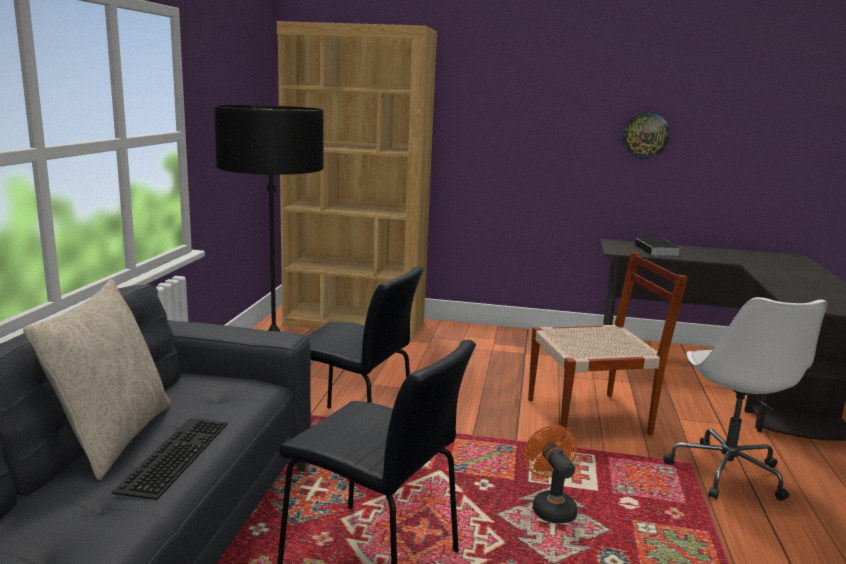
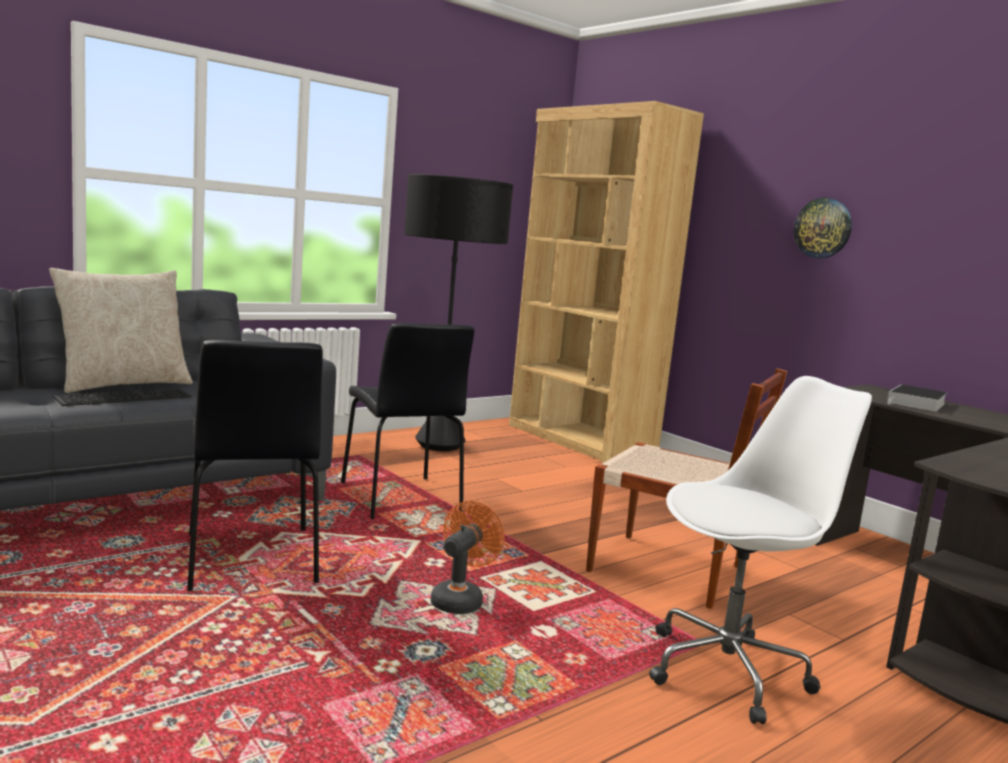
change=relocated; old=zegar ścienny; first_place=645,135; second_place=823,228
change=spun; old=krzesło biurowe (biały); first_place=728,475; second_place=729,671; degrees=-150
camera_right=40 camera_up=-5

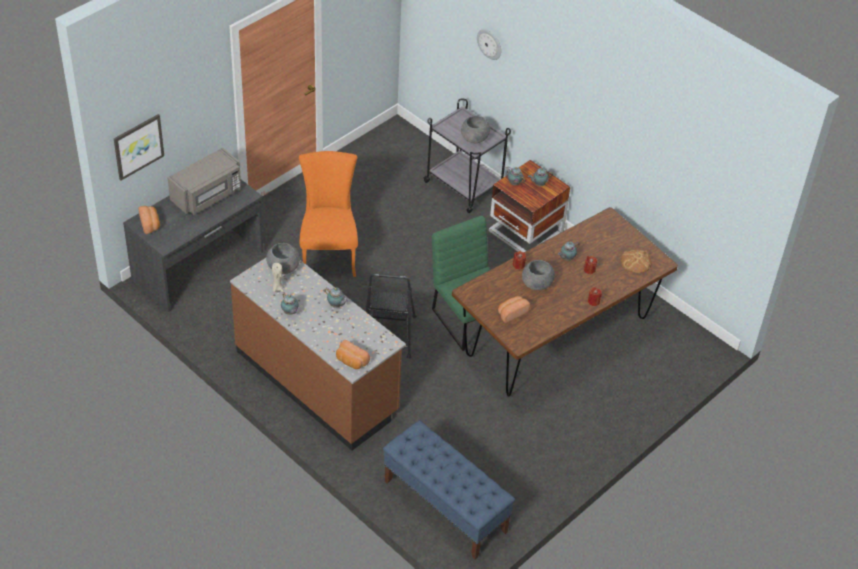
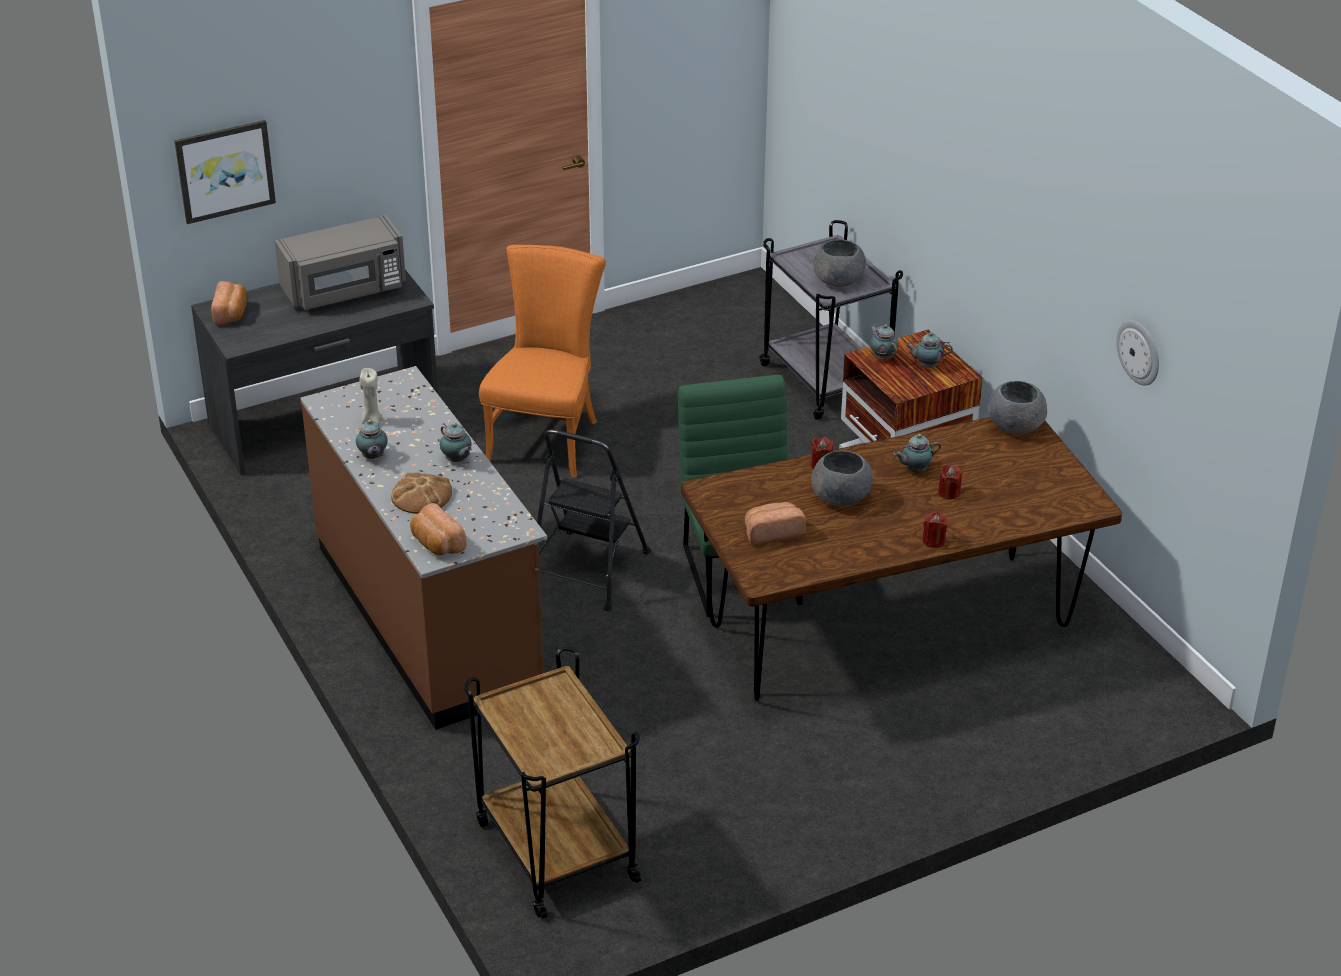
change=relocated; old=miska (szary); first_place=283,267; second_place=1016,426
change=exchanged; old=ławka (niebieski); new=wózek (brązowy); first_place=444,506; second_place=556,849
change=relocated; old=zegar ścienny; first_place=489,44; second_place=1139,352
change=relocated; old=chleb; first_place=636,262; second_place=422,496
camera_right=20 camera_up=-10

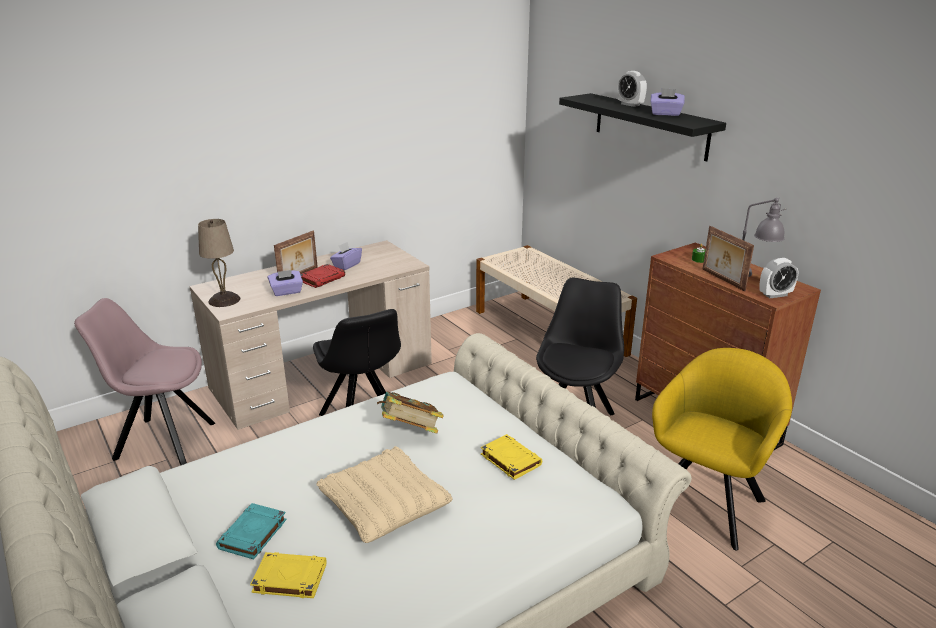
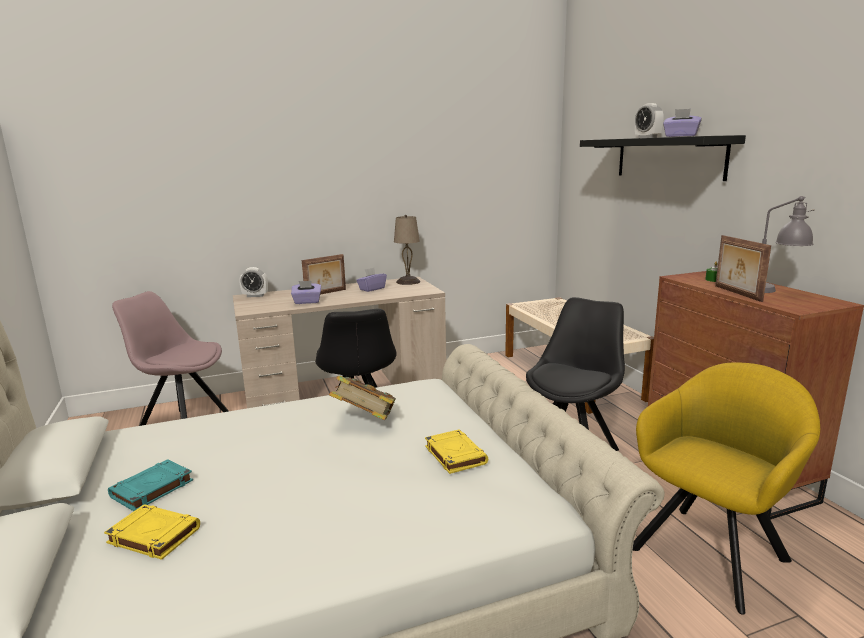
change=relocated; old=lampa stołowa (beżowy); first_place=225,300; second_place=408,281
change=missing; old=książka (czerwony); first_place=322,279
change=missing; old=poduszka (beżowy); first_place=384,503
change=relocated; old=budzik; first_place=775,295; second_place=255,296
camera_right=15 camera_up=-10

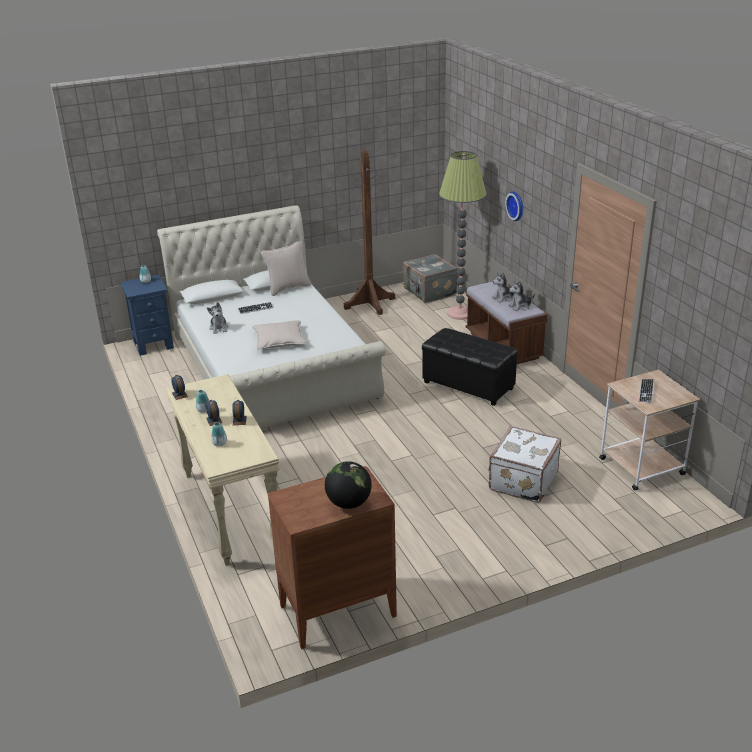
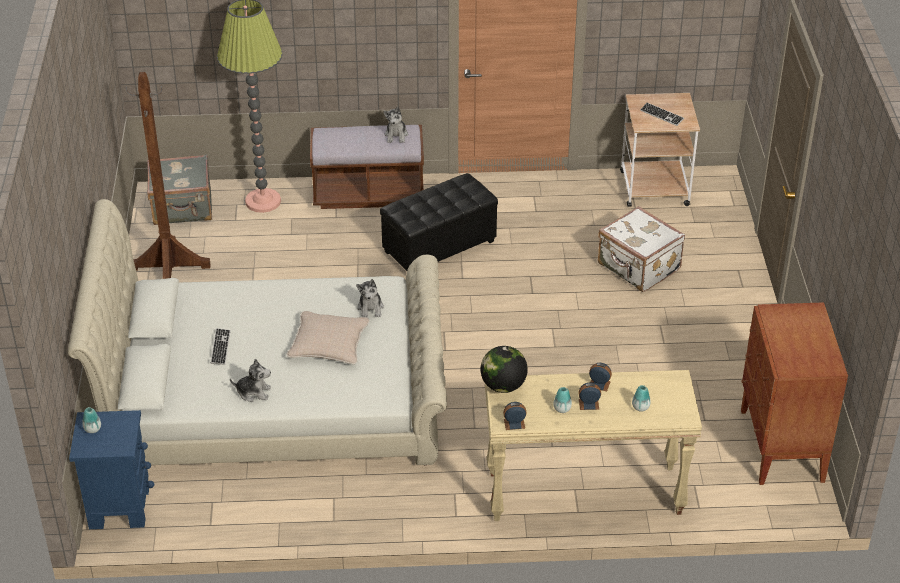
change=missing; old=poduszka (beżowy); first_place=288,288
change=relocated; old=globus; first_place=349,503; second_place=503,386
change=relocated; old=pluszak; first_place=503,298; second_place=370,308
change=missing; old=zegar ścienny; first_place=516,205
camera_right=-70 camera_up=10

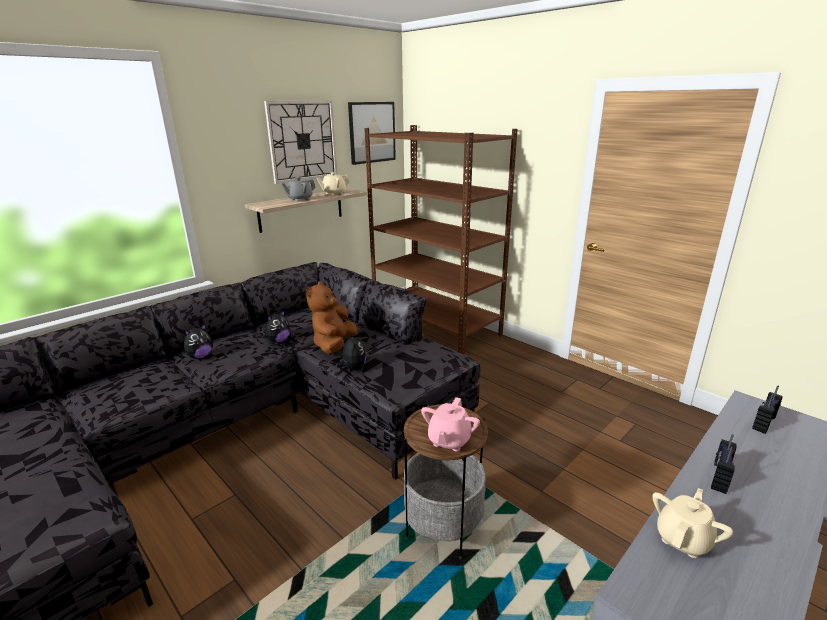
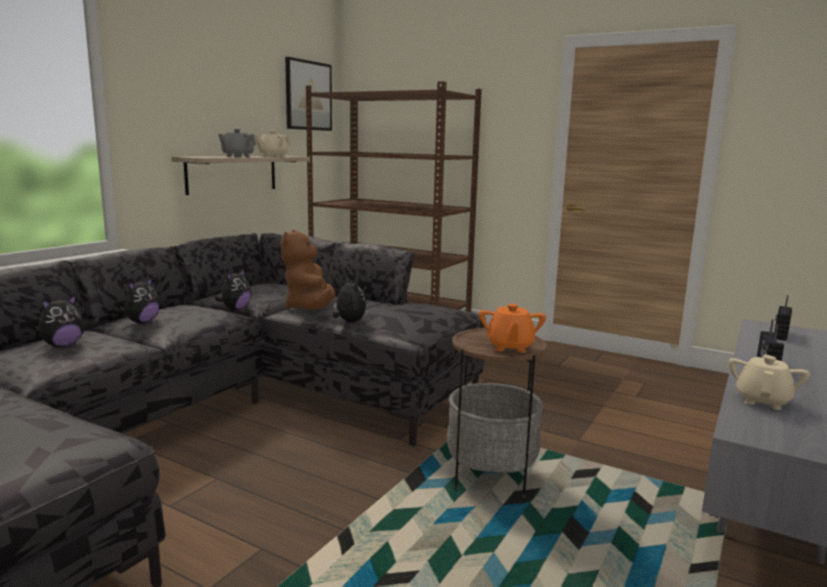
change=missing; old=zegar ścienny; first_place=302,141
change=colour; old=imbryk (różowy); new=imbryk (pomarańczowy); first_place=449,440; second_place=509,347
change=appeared; new=pluszak; second_place=63,345
camera_right=-15 camera_up=-10

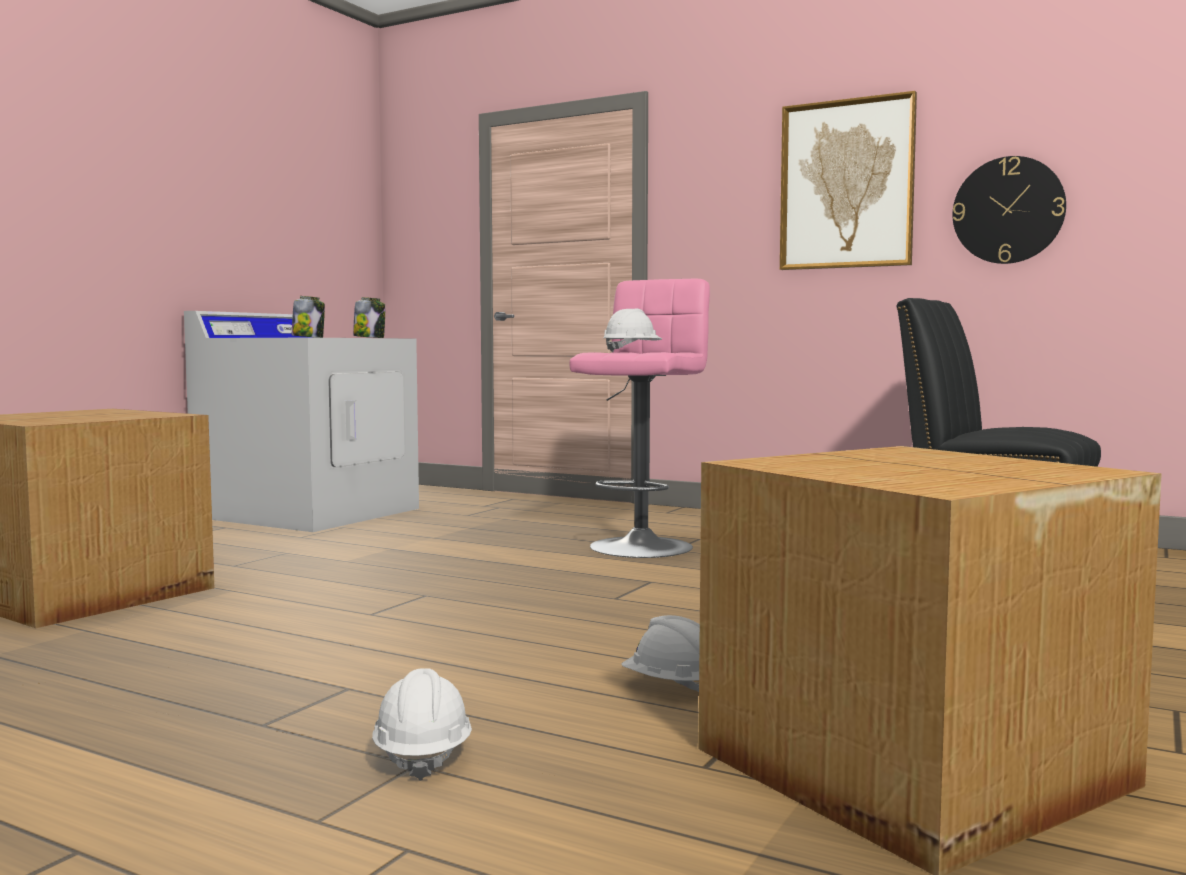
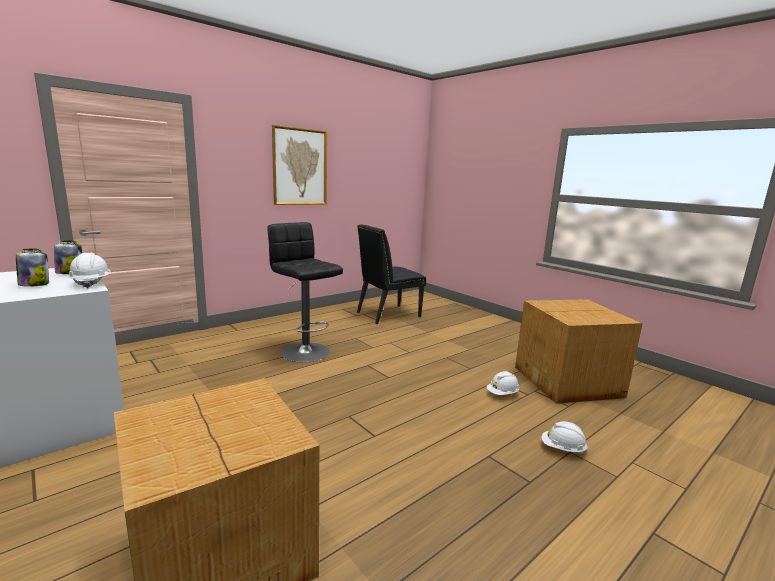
change=colour; old=stołek (różowy); new=stołek (czarny); first_place=642,547; second_place=305,352
change=relocated; old=kask (biały); first_place=631,352; second_place=91,283
change=missing; old=zegar ścienny; first_place=1008,210
camera_right=-70 camera_up=10

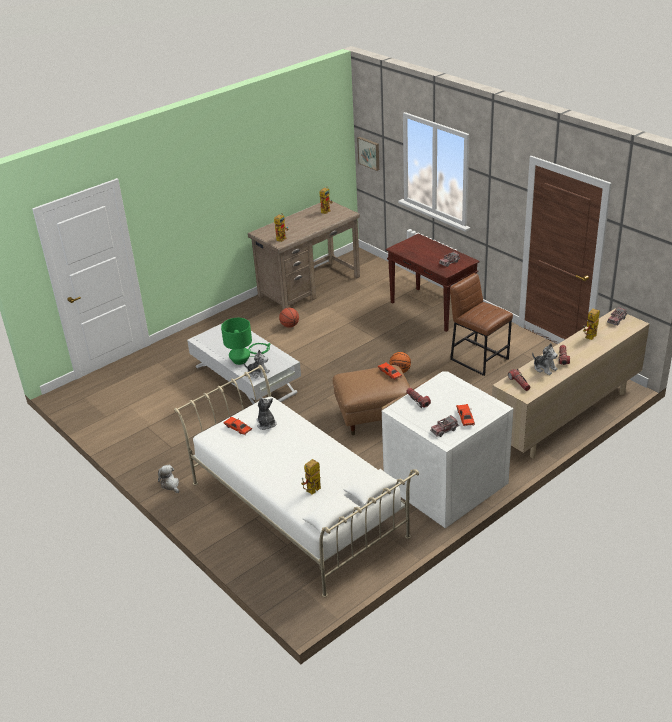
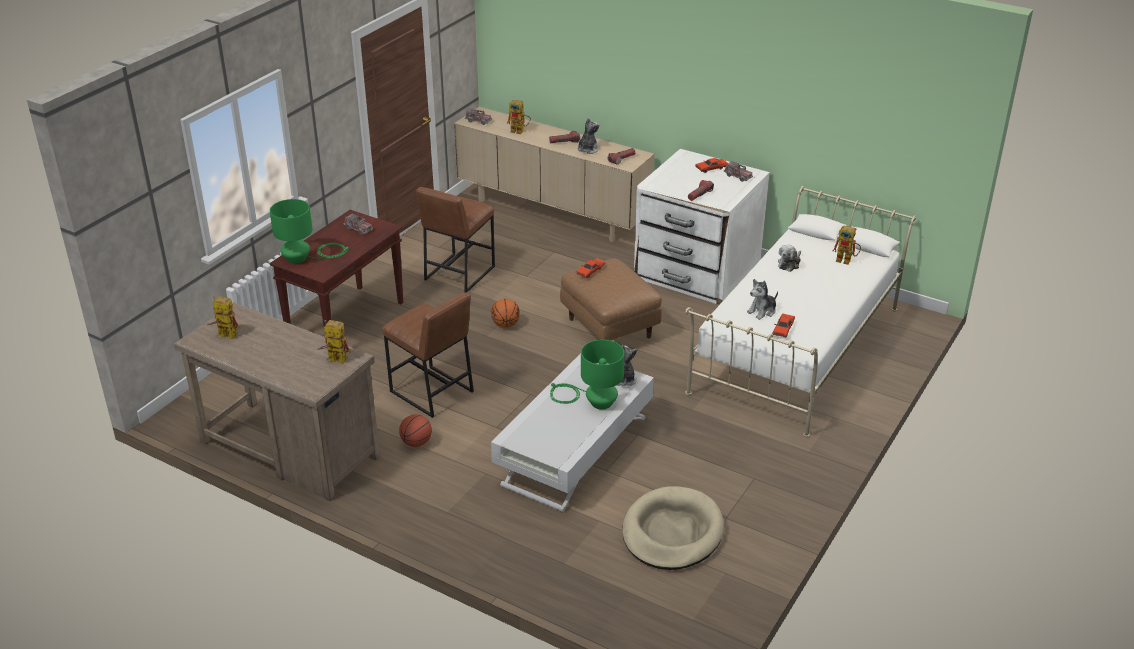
change=relocated; old=pluszak; first_place=170,485; second_place=789,264
change=missing; old=obraz; first_place=369,153
change=appeared; new=lampa stołowa (zielony); second_place=310,255
change=appeared; new=krzesło (brązowy); second_place=432,392
change=appeared; new=legowisko (beżowy); second_place=672,532
camera_right=-110 camera_up=0

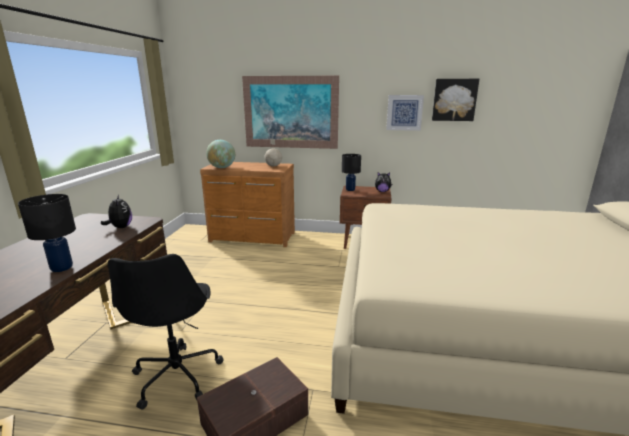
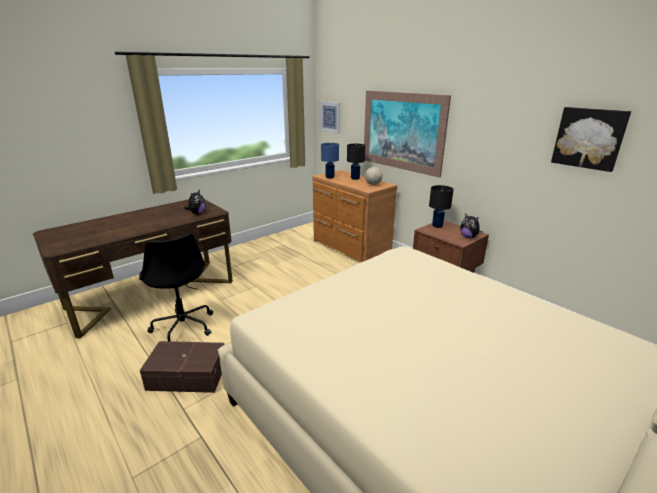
change=relocated; old=lampa stołowa (czarny); first_place=61,269; second_place=354,178
change=spun; old=krzesło biurowe (czarny); first_place=177,378; second_place=184,328; degrees=-60
change=exchanged; old=globus; new=lampa stołowa (niebieski); first_place=222,167; second_place=329,177
change=relocated; old=obraz; first_place=404,112; second_place=330,116
camera_right=40 camera_up=5

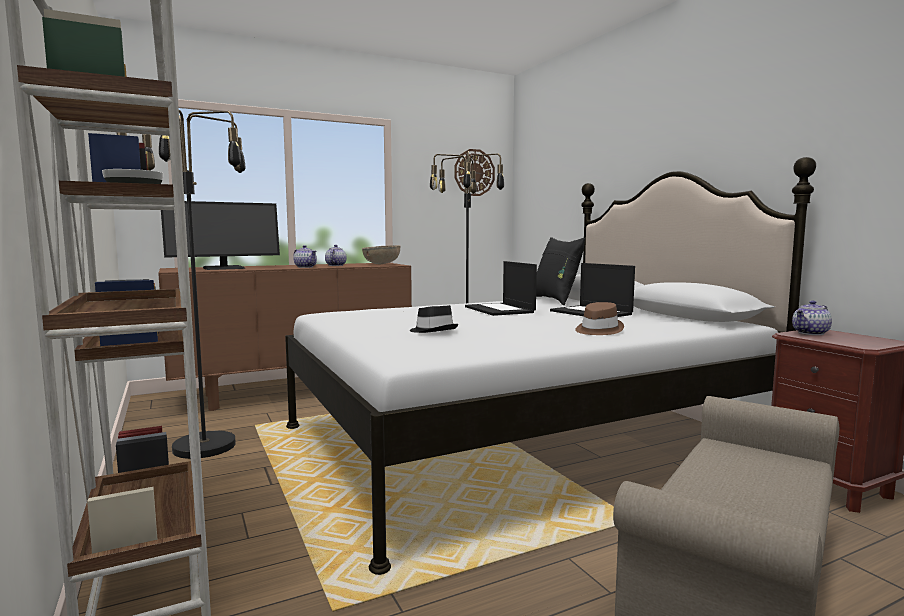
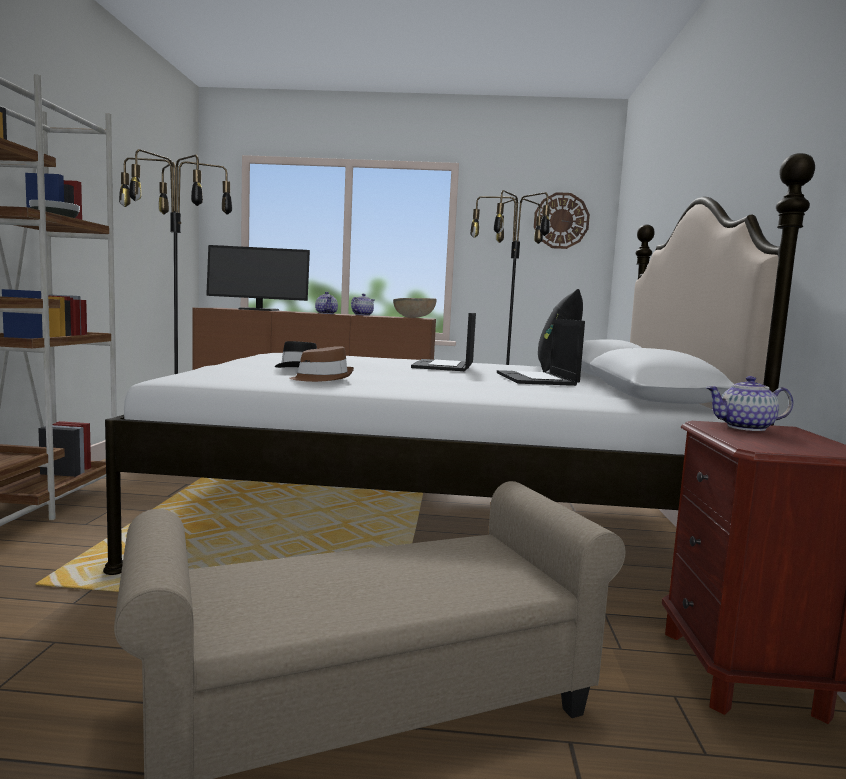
change=relocated; old=kapelusz (brązowy); first_place=597,330; second_place=322,378
camera_right=30 camera_up=0

